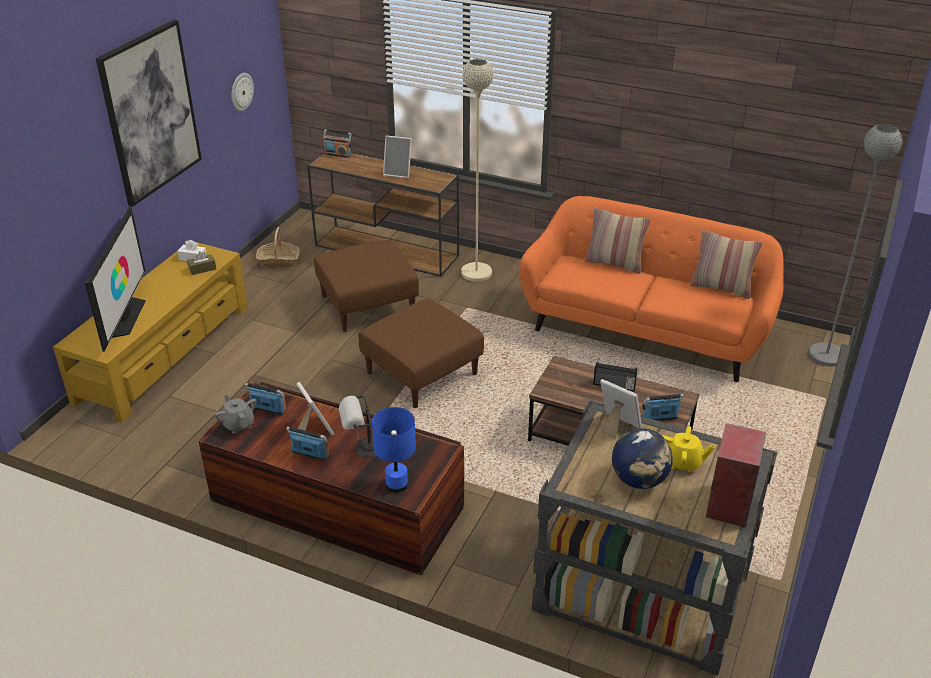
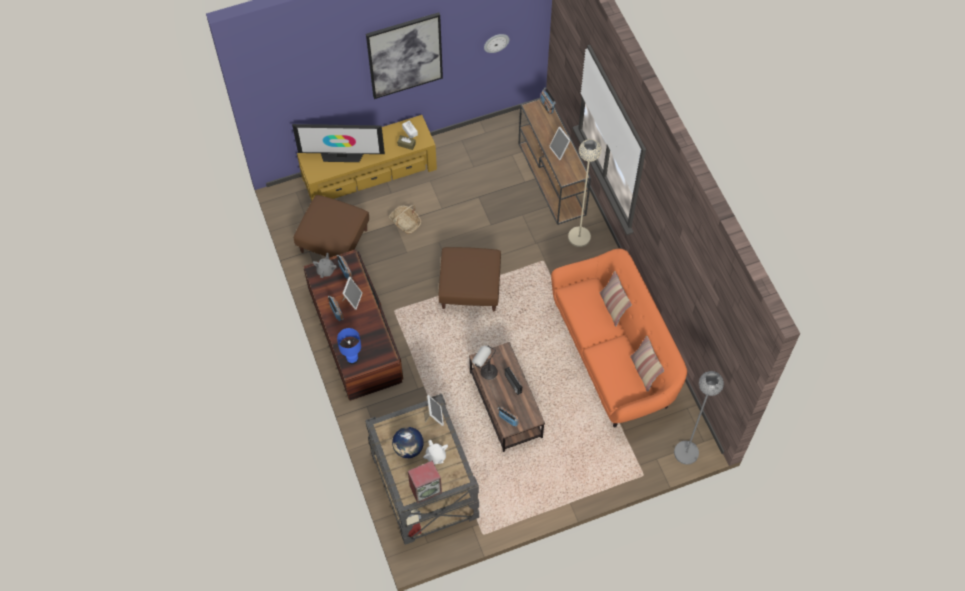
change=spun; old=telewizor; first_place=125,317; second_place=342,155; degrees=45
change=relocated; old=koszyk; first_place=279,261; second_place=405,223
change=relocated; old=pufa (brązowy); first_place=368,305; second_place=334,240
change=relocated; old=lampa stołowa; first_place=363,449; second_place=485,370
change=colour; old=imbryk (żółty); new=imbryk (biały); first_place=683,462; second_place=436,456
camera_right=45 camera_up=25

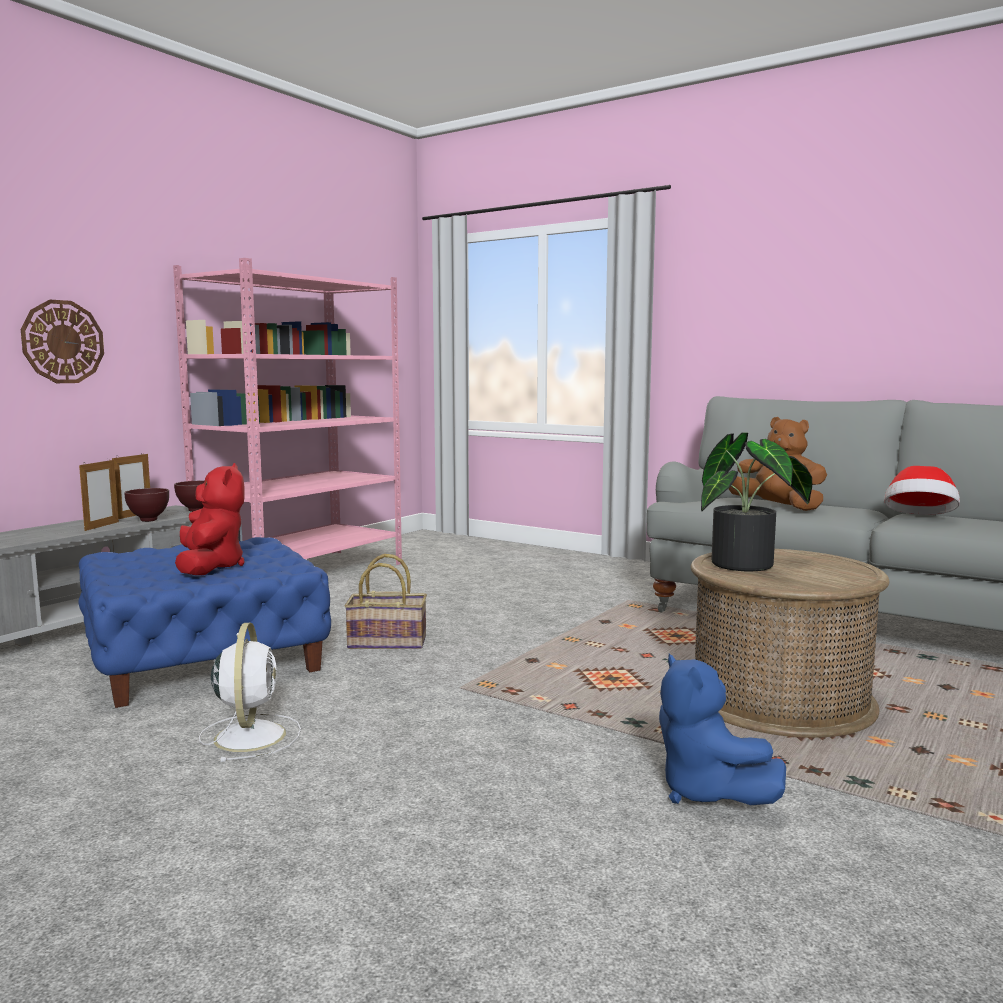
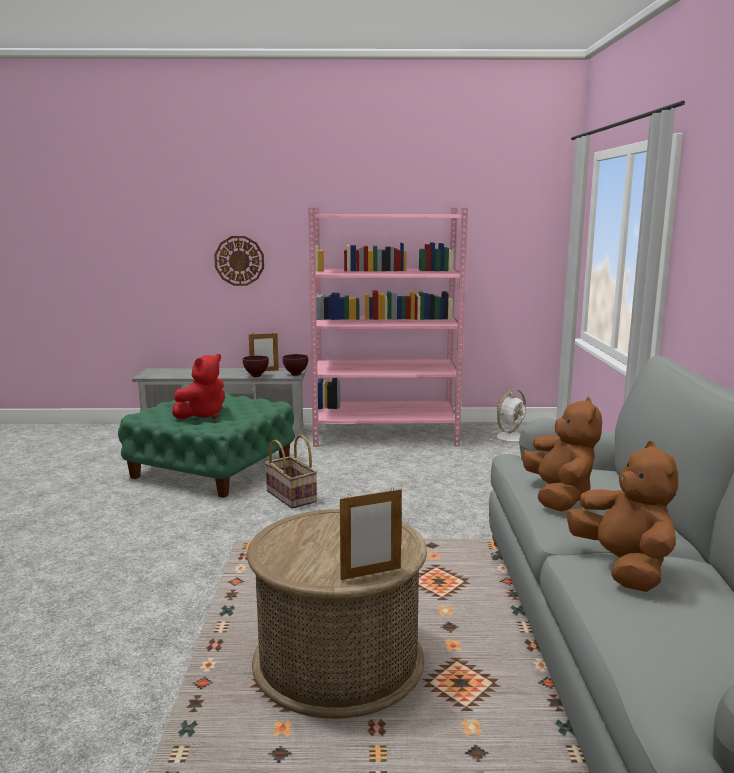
change=relocated; old=ramka na zdjęcie; first_place=102,526; second_place=371,573
change=colour; old=pufa (niebieski); new=pufa (zielony); first_place=205,658; second_place=212,468
change=relocated; old=wentylator (biały); first_place=250,735; second_place=511,437
change=missing; old=pluszak (niebieski); first_place=706,792
change=missing; old=roślina doniczkowa; first_place=750,565
change=exchanged; old=kapelusz; new=pluszak (brązowy); first_place=919,519; second_place=623,567
camera_right=55 camera_up=5

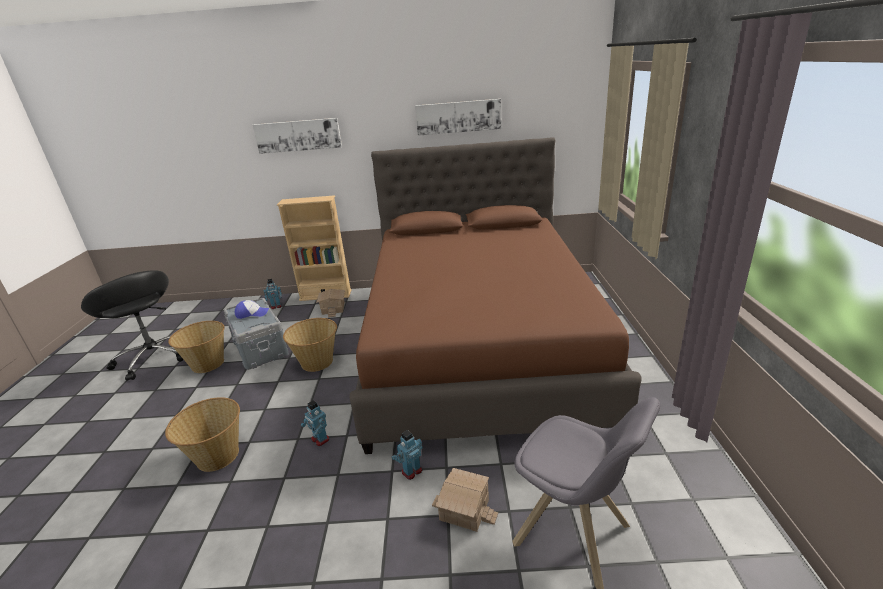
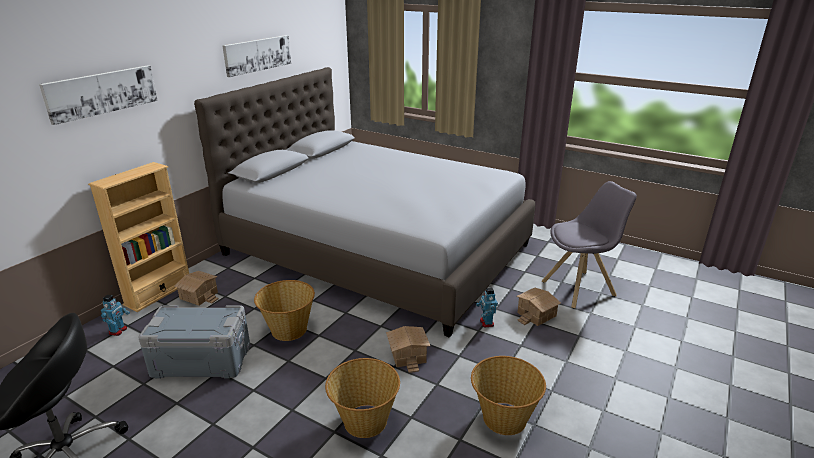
change=relocated; old=koszyk; first_place=207,363; second_place=503,418
change=missing; old=czapka z daszkiem; first_place=252,313
change=exchanged; old=robot zabawkowy; new=domek; first_place=320,439; second_place=408,355
change=colour; old=łóżko (brązowy); new=łóżko (szary); first_place=479,342; second_place=377,249
camera_right=-60 camera_up=0

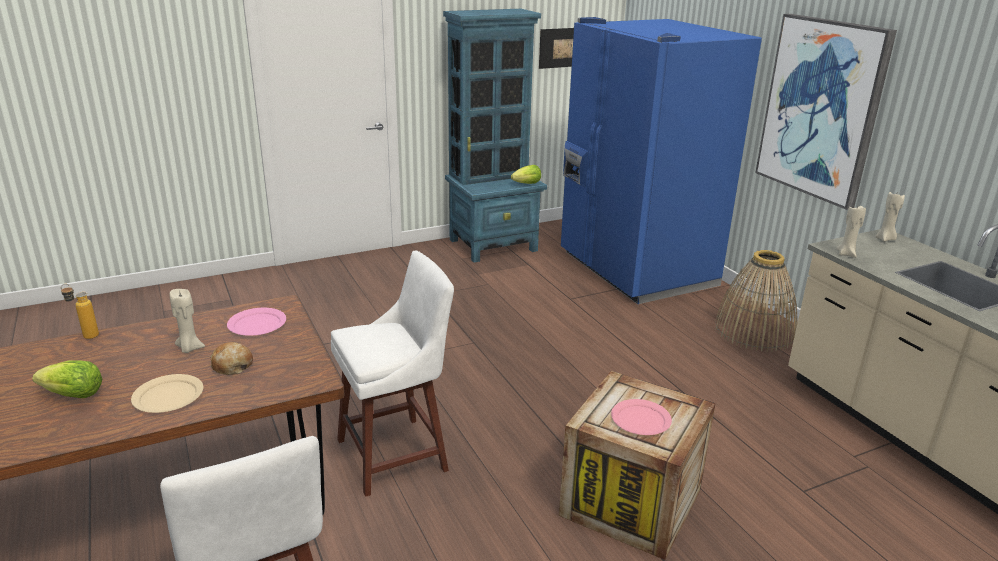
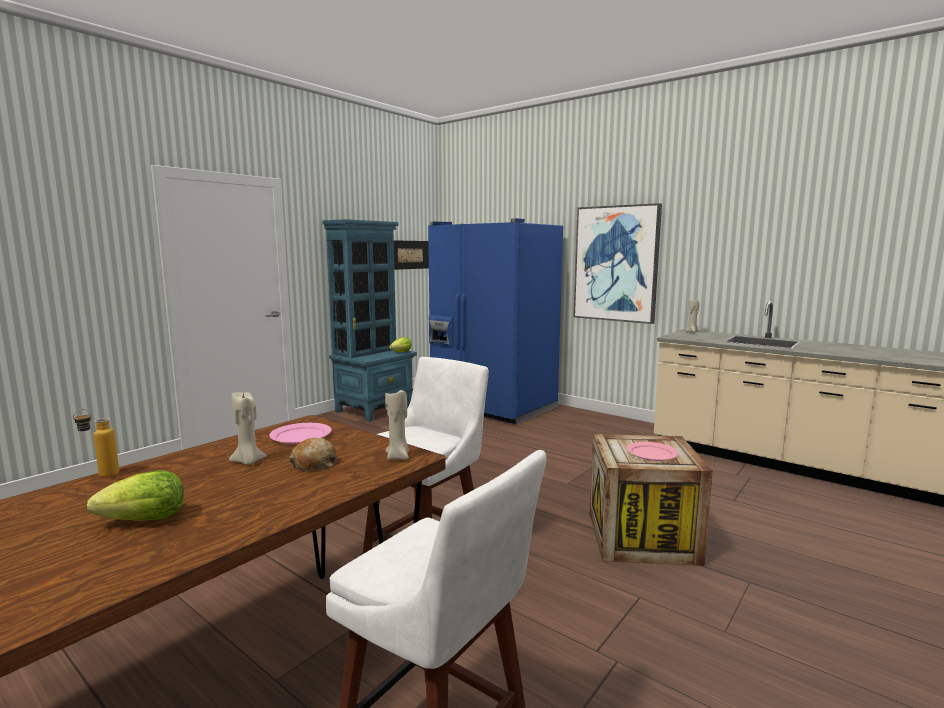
change=missing; old=talerz (beżowy); first_place=169,396
change=missing; old=koszyk; first_place=754,331
change=relocated; old=świeca (beżowy); first_place=846,254; second_place=398,457
camera_right=-25 camera_up=-15

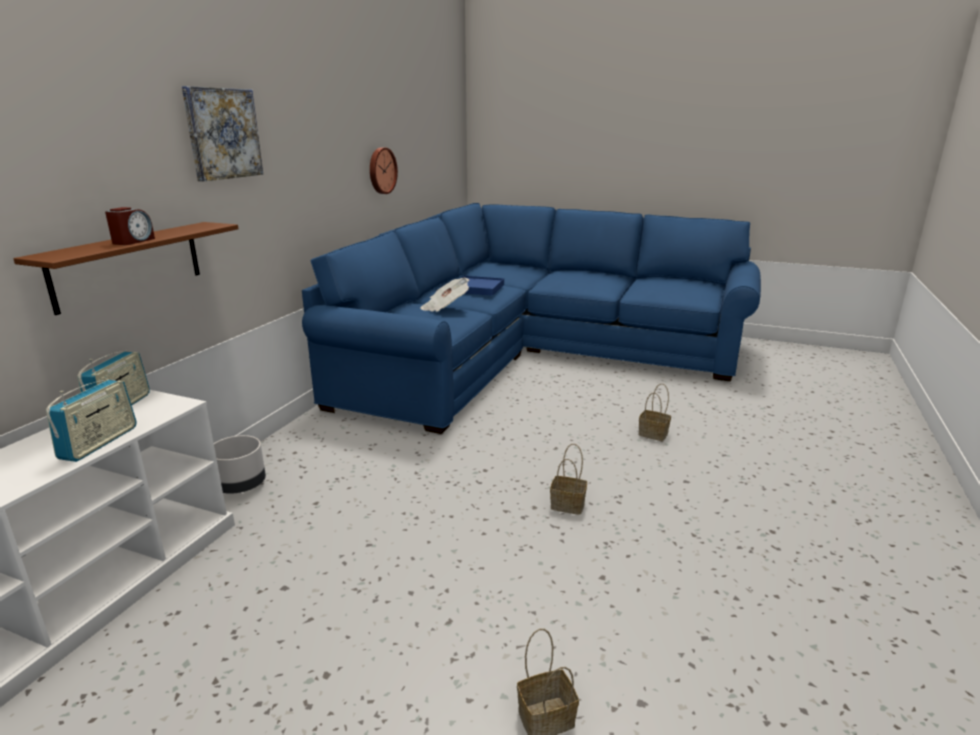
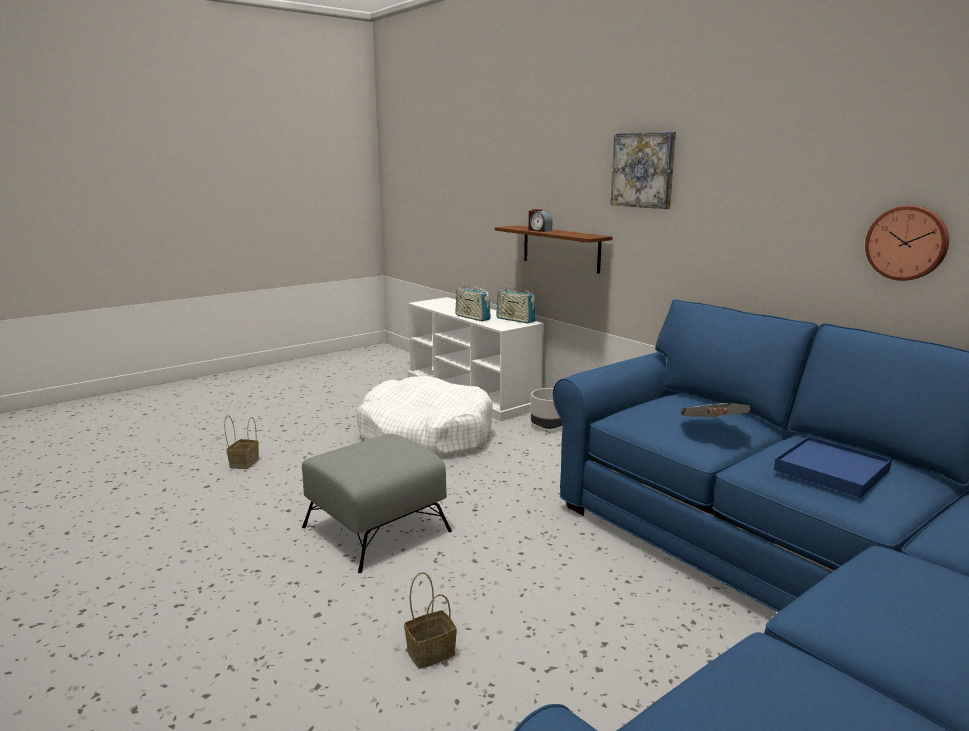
change=exchanged; old=koszyk; new=pufa (szary); first_place=569,505; second_place=375,529
change=appeared; new=legowisko (biały); second_place=426,434
camera_right=120 camera_up=-5

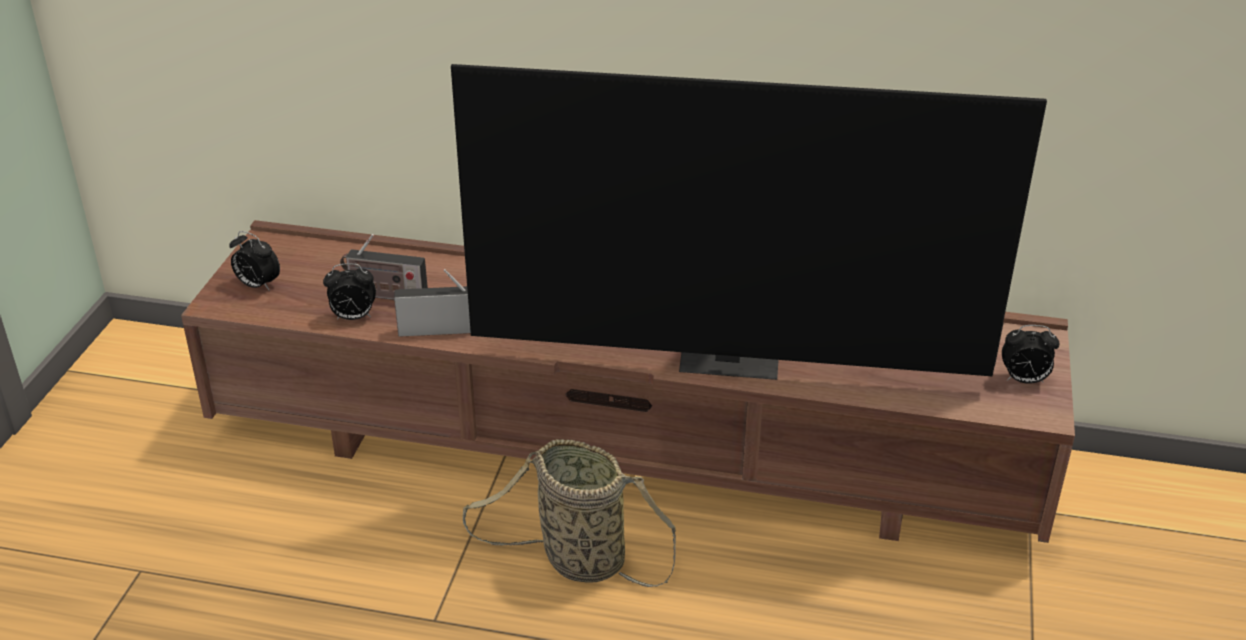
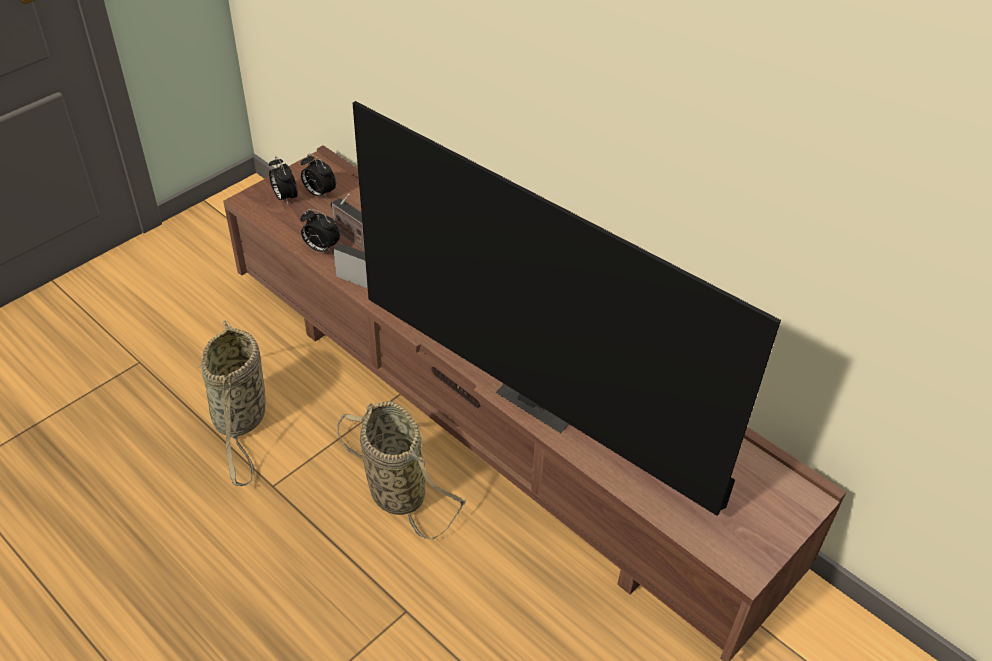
change=relocated; old=budzik; first_place=1023,380; second_place=319,193
change=appeared; new=koszyk; second_place=240,421
camera_right=30 camera_up=10

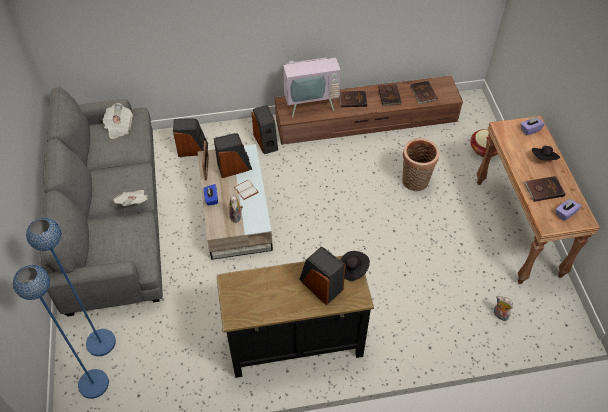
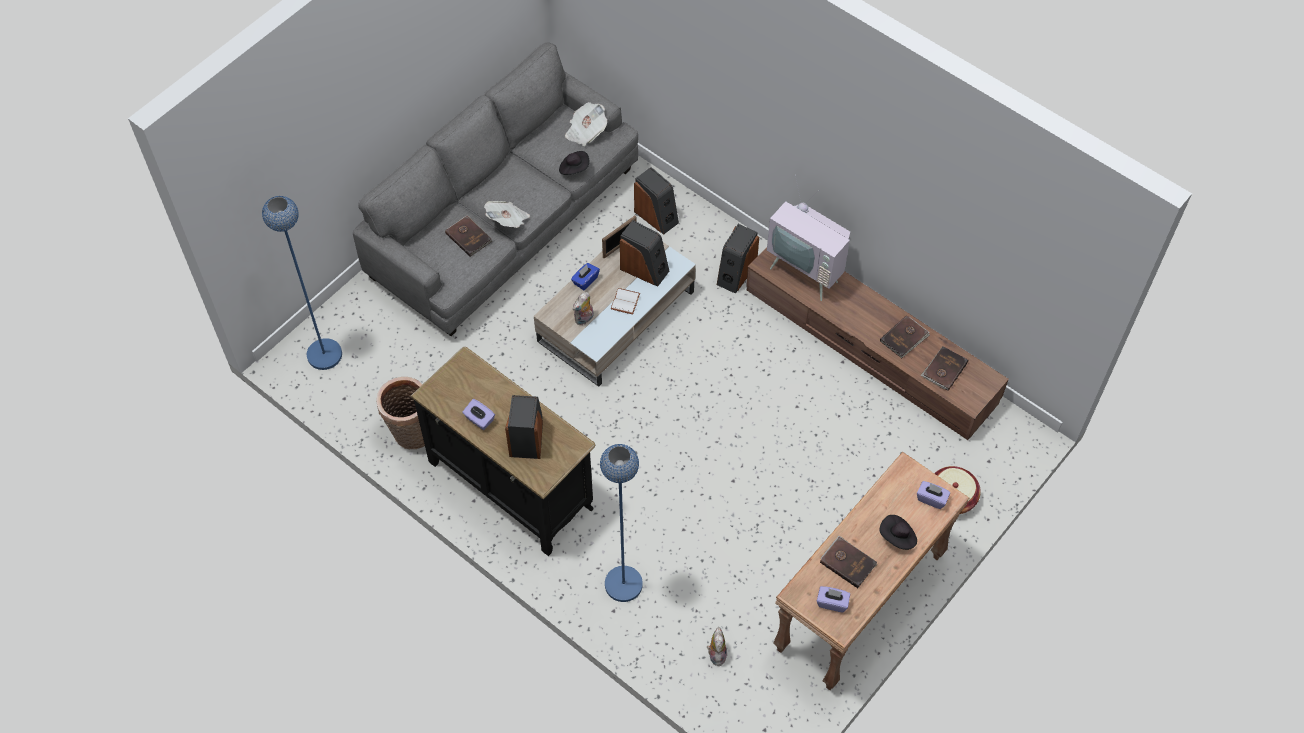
change=relocated; old=lampa stojąca (niebieski); first_place=101,342; second_place=624,584
change=relocated; old=książka (brązowy); first_place=352,99; second_place=469,236
change=relocated; old=kapelusz (czarny); first_place=353,269; second_place=574,168
change=relocated; old=koszyk; first_place=415,182; second_place=411,434
change=appeared; new=pudełko chusteczek (fioletowy); second_place=479,420
camera_right=50 camera_up=5

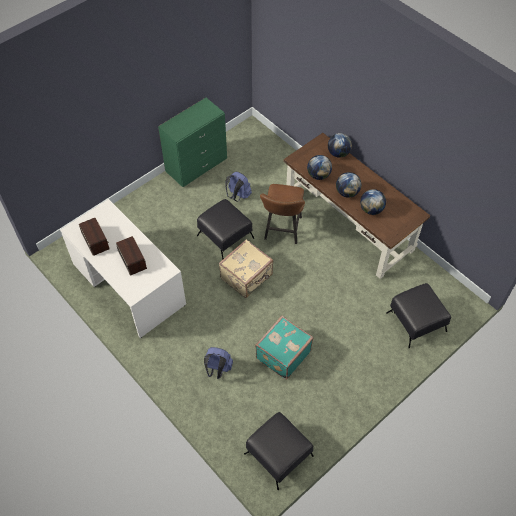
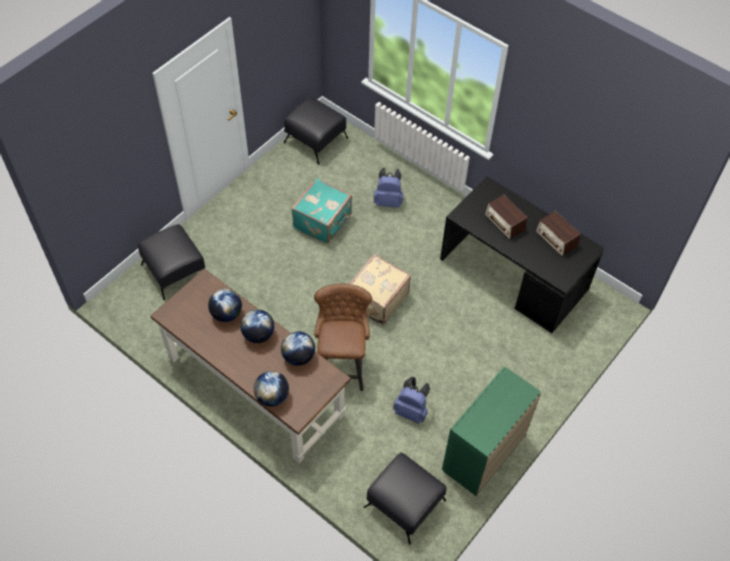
change=colour; old=biurko (biały); new=biurko (czarny); first_place=128,284; second_place=513,274
change=relocated; old=pufa (czarny); first_place=225,237; second_place=404,503
camera_right=170 camera_up=0

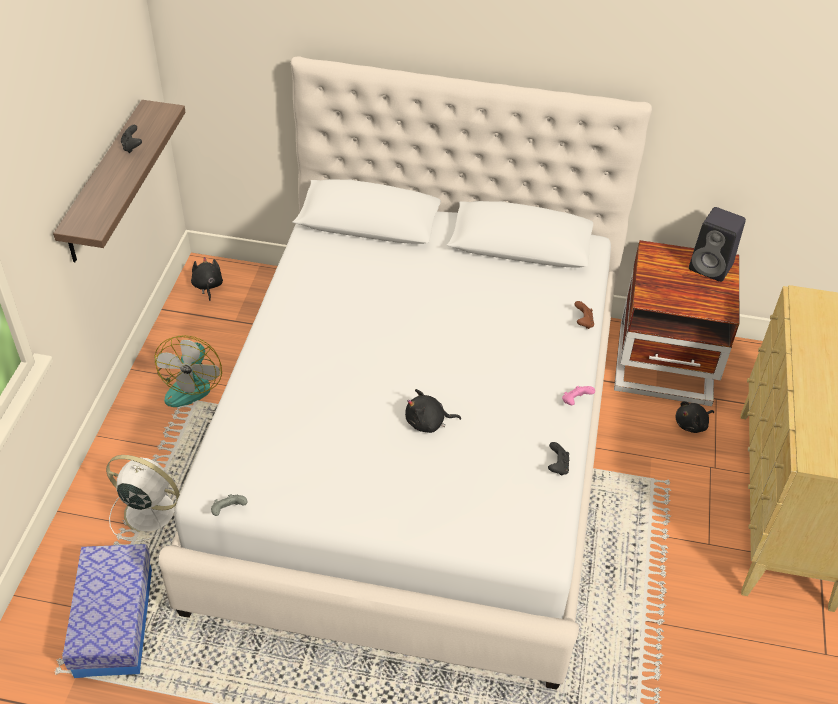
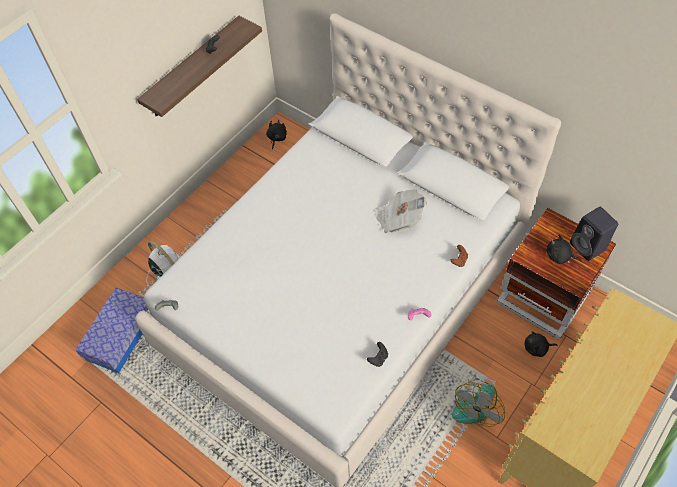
change=relocated; old=wentylator; first_place=191,383; second_place=475,404
change=relocated; old=pluszak (czarny); first_place=428,422; second_place=559,256
change=appeared; new=gazeta; second_place=399,218
camera_right=30 camera_up=10

